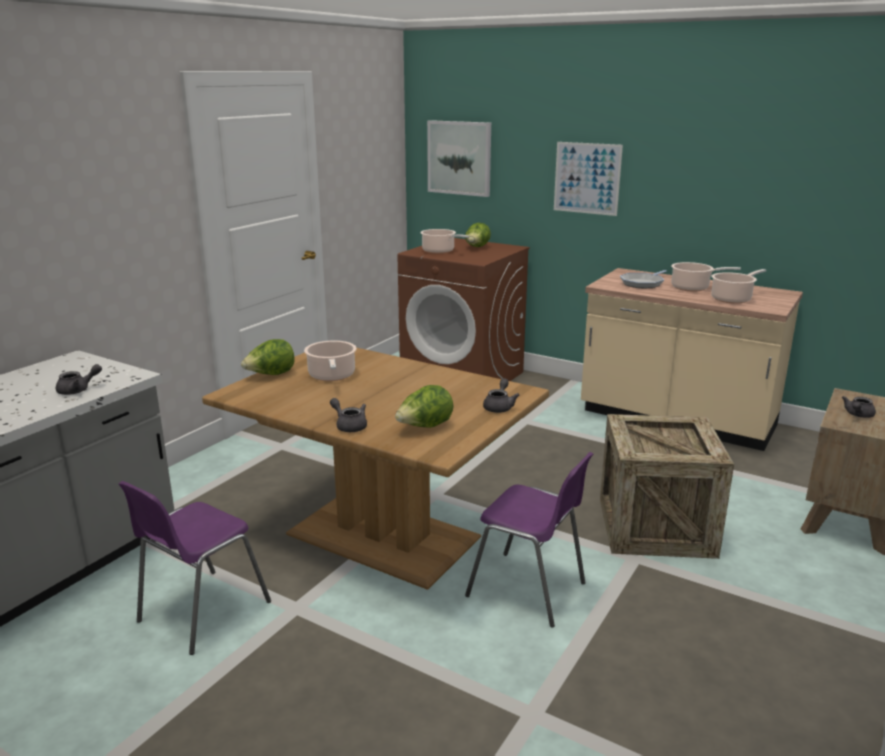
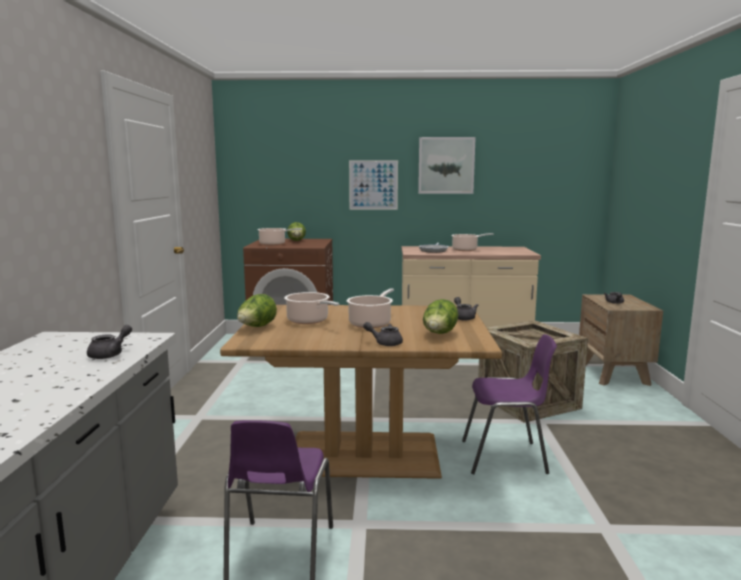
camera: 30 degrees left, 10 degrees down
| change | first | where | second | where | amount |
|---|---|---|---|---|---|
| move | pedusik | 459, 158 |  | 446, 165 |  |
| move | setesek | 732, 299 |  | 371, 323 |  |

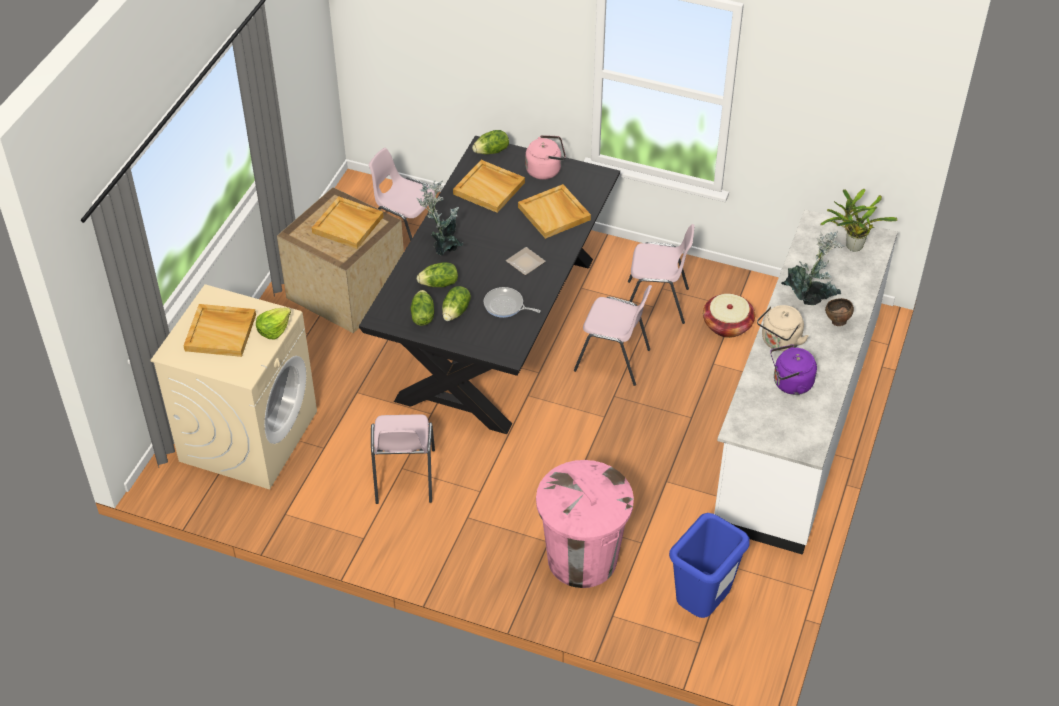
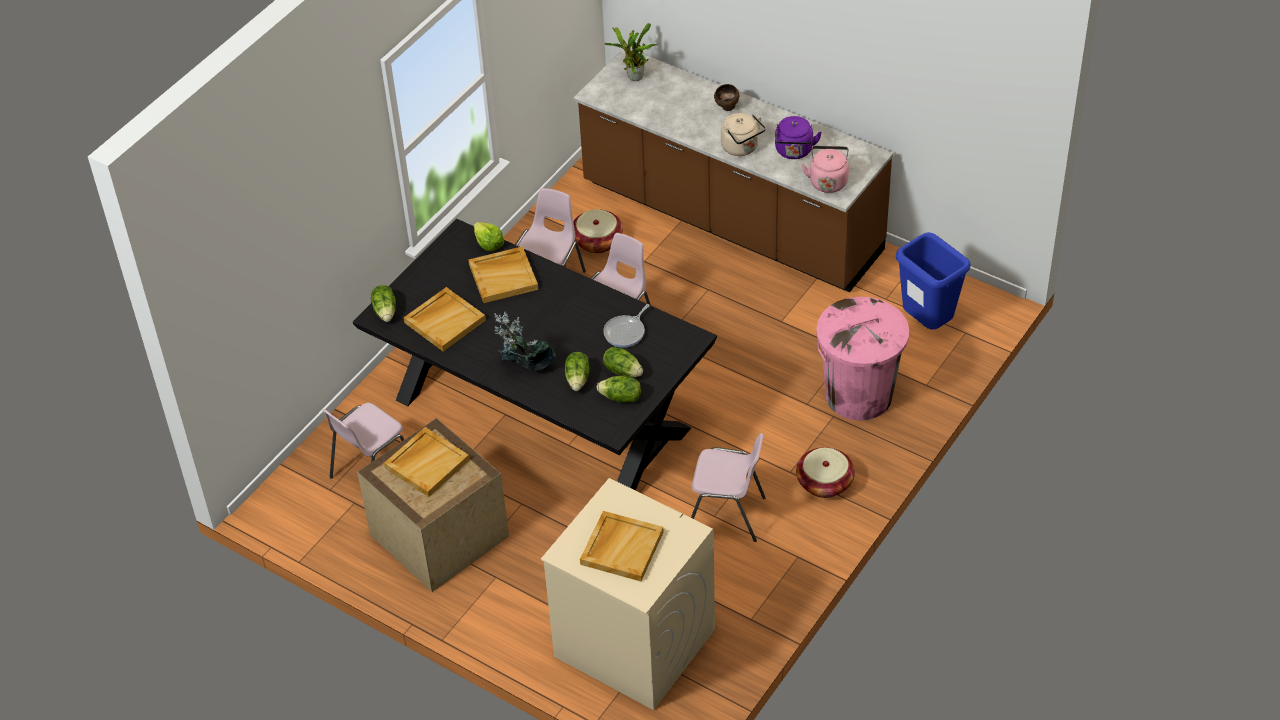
camera: 75 degrees left, 0 degrees up
| change | first | where | second | where | amount |
|---|---|---|---|---|---|
| move | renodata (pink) | 545, 170 |  | 828, 181 |  |
| recolor | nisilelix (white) | 795, 419 | nisilelix (brown) | 731, 220 |  |
| delete | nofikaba | 810, 298 |  |  |  |
| delete | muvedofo | 525, 261 |  |  |  |
| move | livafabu | 274, 330 |  | 488, 244 |  |
| insert |  |  | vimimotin | 824, 483 |  |

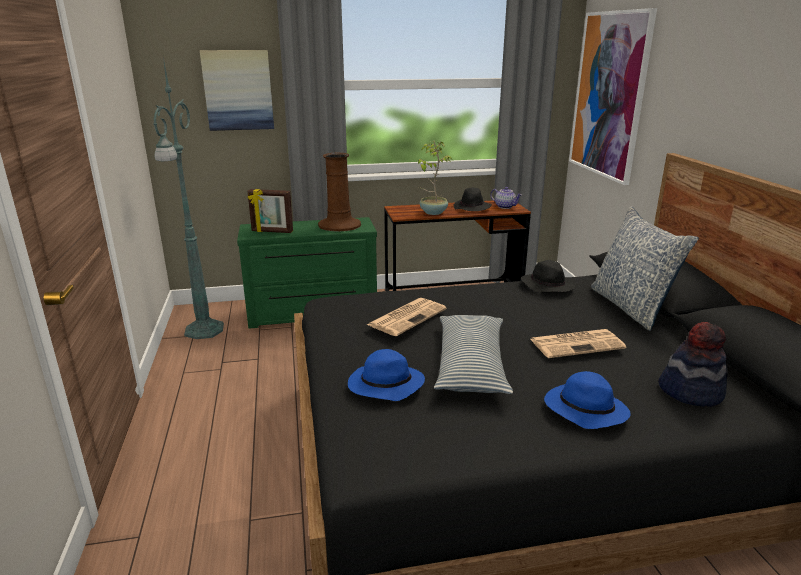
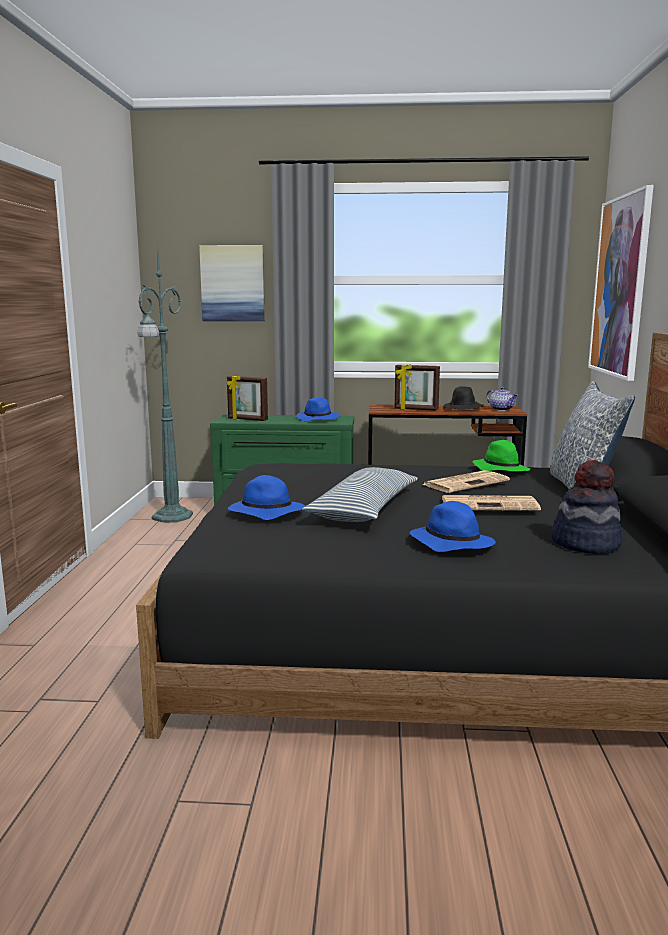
camera: 15 degrees right, 10 degrees down
| change | first | where | second | where | amount |
|---|---|---|---|---|---|
| replace | nofikaba | 432, 212 | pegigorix | 416, 409 |  |
| replace | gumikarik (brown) | 340, 225 | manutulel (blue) | 318, 419 |  |
| recolor | manutulel (black) | 546, 286 | manutulel (green) | 500, 470 |  |
| move | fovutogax | 407, 317 |  | 466, 483 |  |

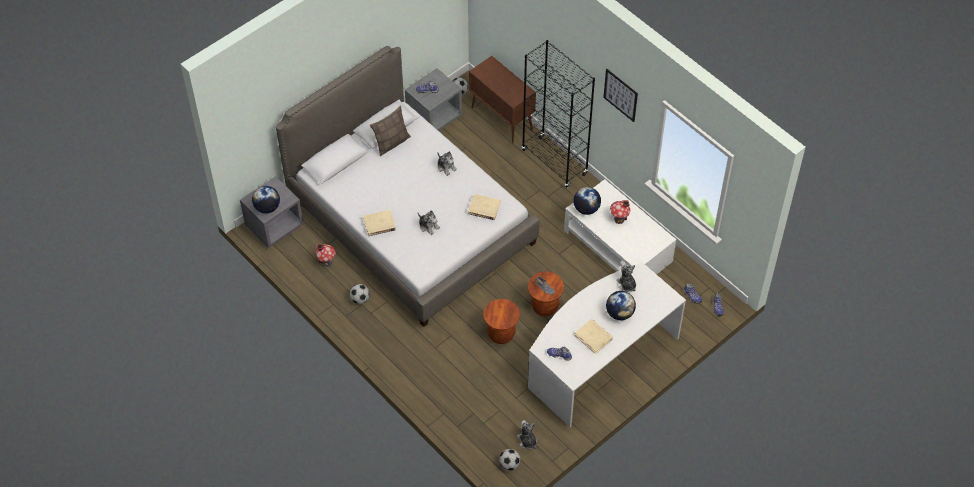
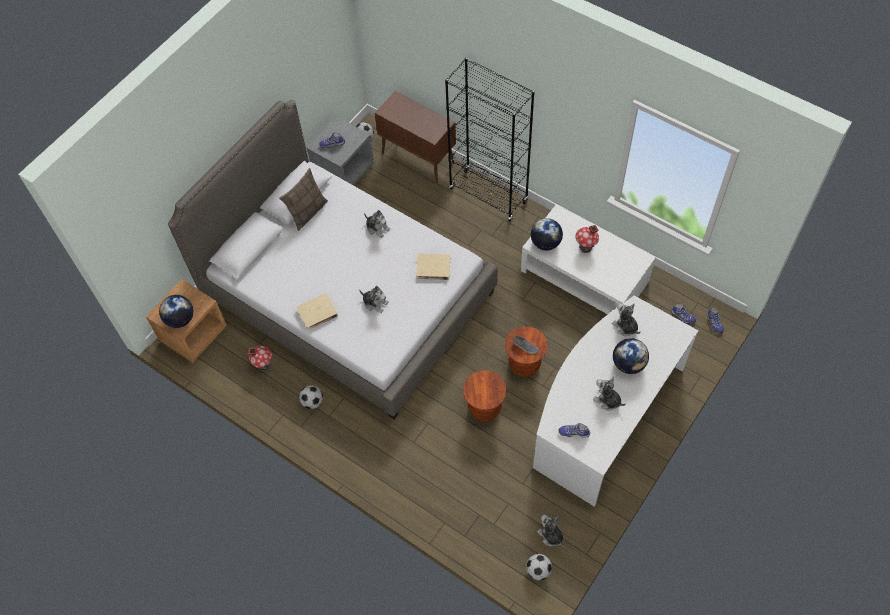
camera: 10 degrees left, 5 degrees up
| change | first | where | second | where | amount |
|---|---|---|---|---|---|
| delete | pedusik | 620, 95 |  |  |  |
| recolor | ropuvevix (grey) | 274, 225 | ropuvevix (brown) | 193, 334 |  |
| replace | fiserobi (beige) | 593, 337 | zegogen | 607, 400 |  |

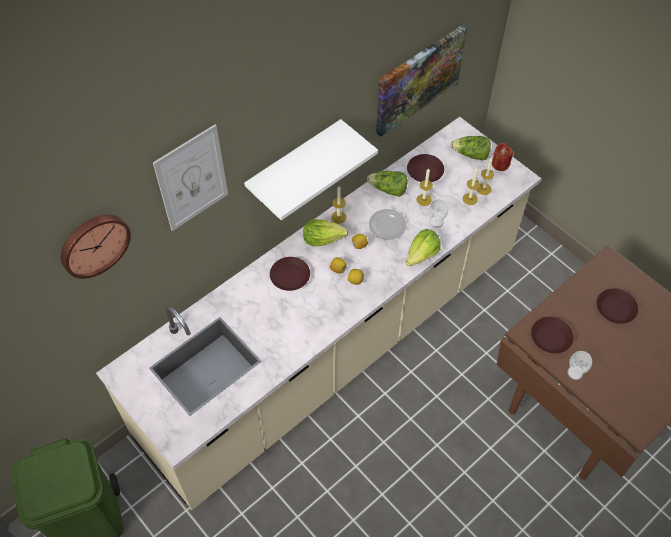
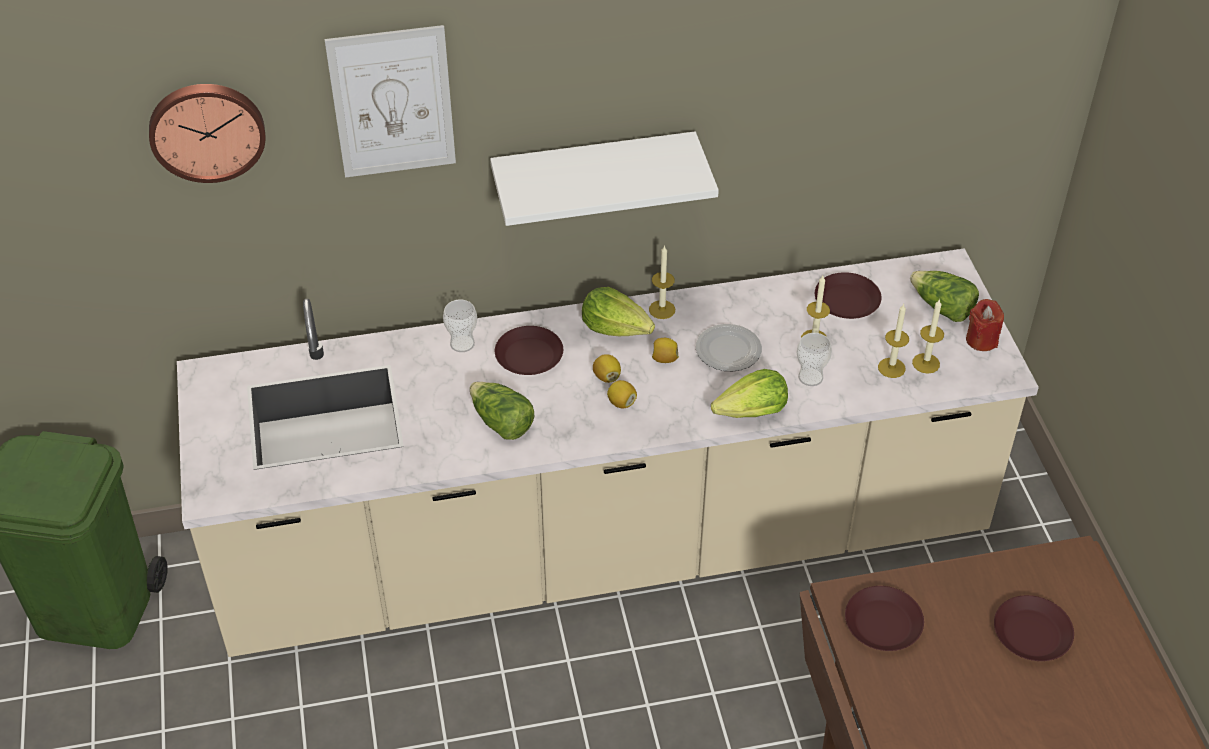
camera: 30 degrees right, 10 degrees down
| change | first | where | second | where | amount |
|---|---|---|---|---|---|
| delete | pedusik | 418, 79 |  |  |  |
| move | livafabu | 388, 189 |  | 501, 422 |  |
| move | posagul | 575, 373 |  | 462, 343 |  |

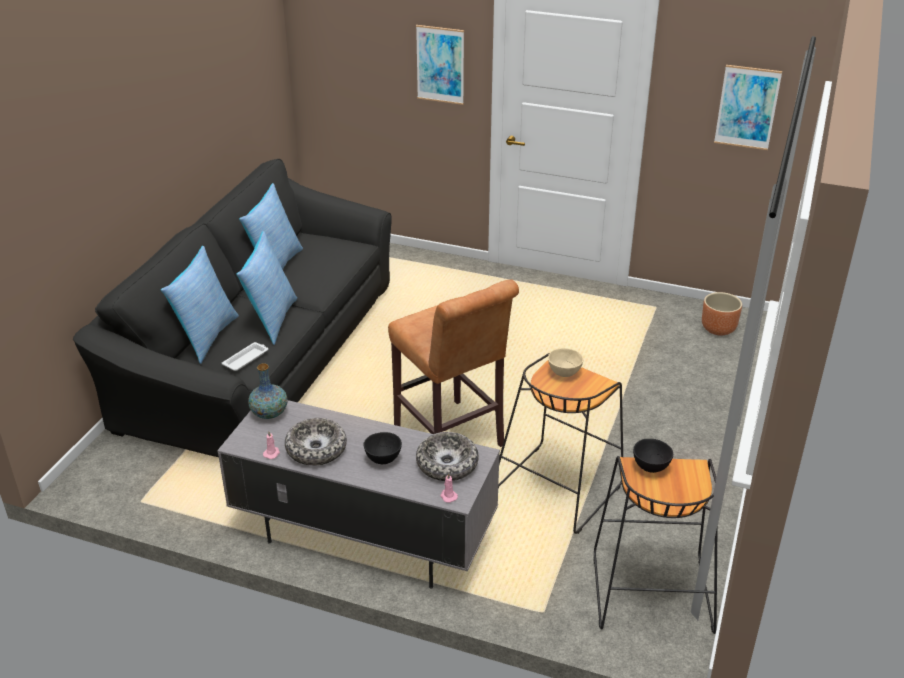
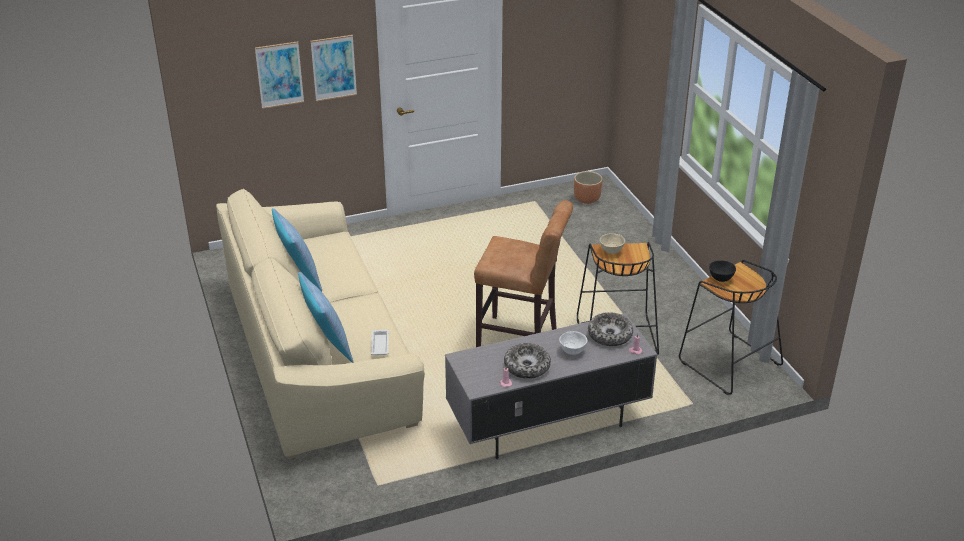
camera: 40 degrees left, 0 degrees up
| change | first | where | second | where | amount |
|---|---|---|---|---|---|
| move | pedusik | 747, 107 |  | 279, 75 |  |
| recolor | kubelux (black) | 262, 355 | kubelux (beige) | 319, 353 |  |
| delete | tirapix | 271, 320 |  |  |  |
| delete | gumikarik | 269, 413 |  |  |  |
| recolor | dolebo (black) | 382, 459 | dolebo (white) | 572, 351 |  |

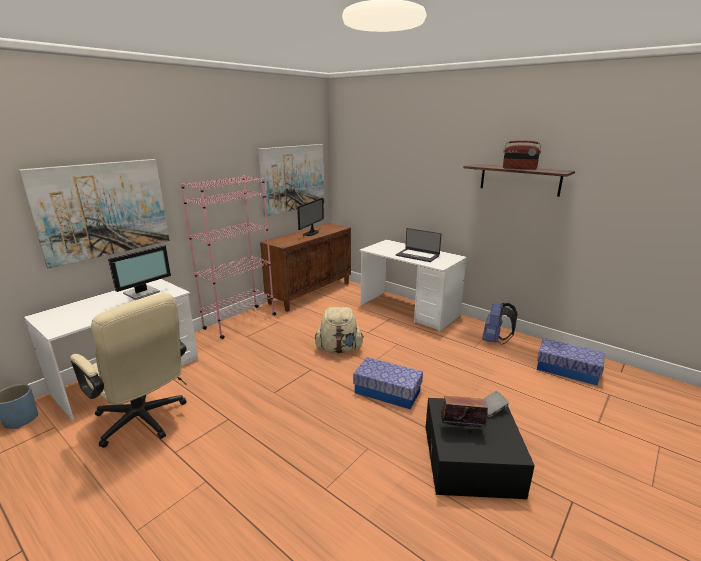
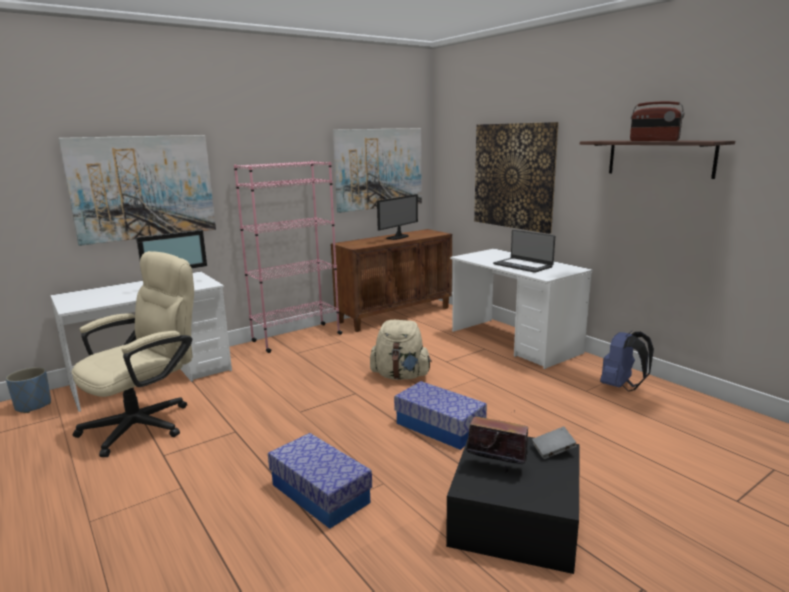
camera: 15 degrees right, 5 degrees down
| change | first | where | second | where | amount |
|---|---|---|---|---|---|
| rotate | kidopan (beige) | 144, 422 |  | 147, 423 | 105 degrees counterclockwise |
| move | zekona | 567, 370 |  | 320, 493 |  |
| insert |  |  | pedusik | 513, 176 |  |

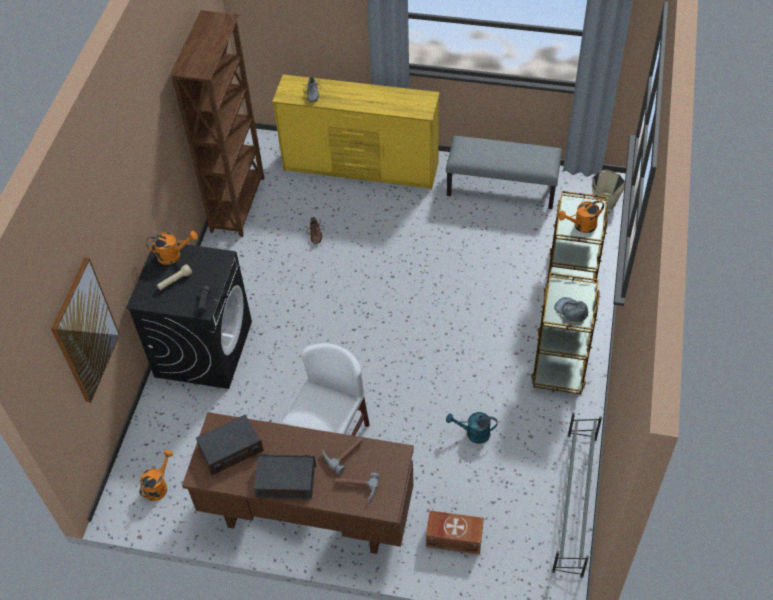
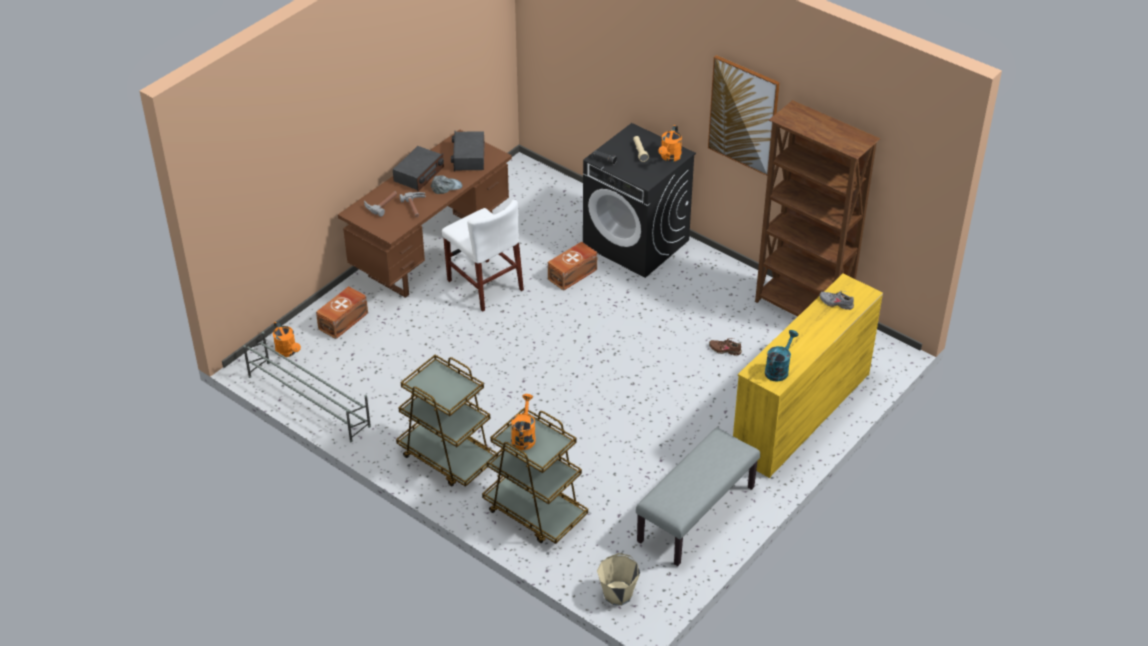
camera: 115 degrees right, 10 degrees down
| change | first | where | second | where | amount |
|---|---|---|---|---|---|
| move | pedusik | 85, 331 |  | 743, 115 |  |
| move | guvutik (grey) | 571, 310 |  | 446, 187 |  |
| move | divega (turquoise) | 473, 433 |  | 778, 369 |  |
| move | divega (orange) | 158, 486 |  | 288, 352 |  |
| insert |  |  | zekona (brown) | 573, 274 |  |

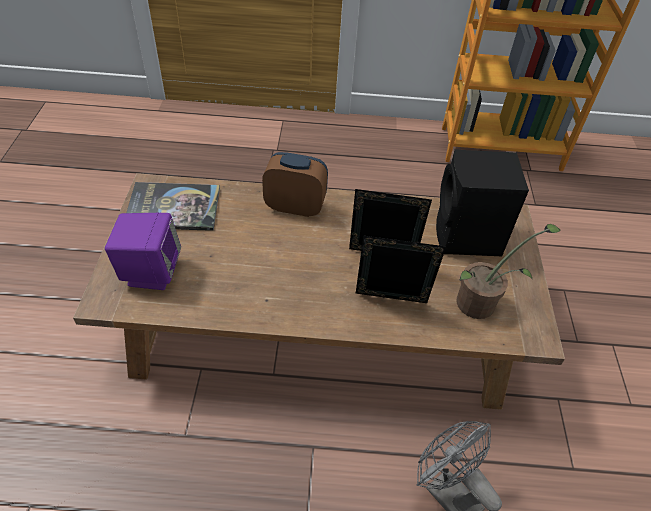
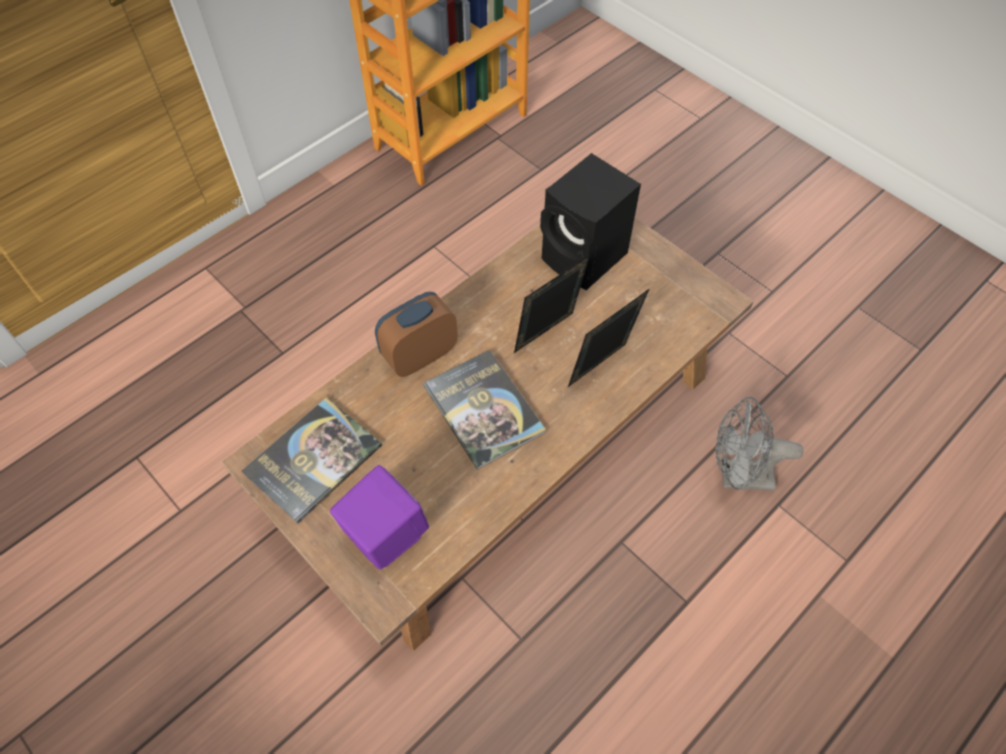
camera: 45 degrees left, 10 degrees up
| change | first | where | second | where | amount |
|---|---|---|---|---|---|
| delete | nofikaba | 482, 303 |  |  |  |
| insert |  |  | fiserobi | 483, 409 |  |

